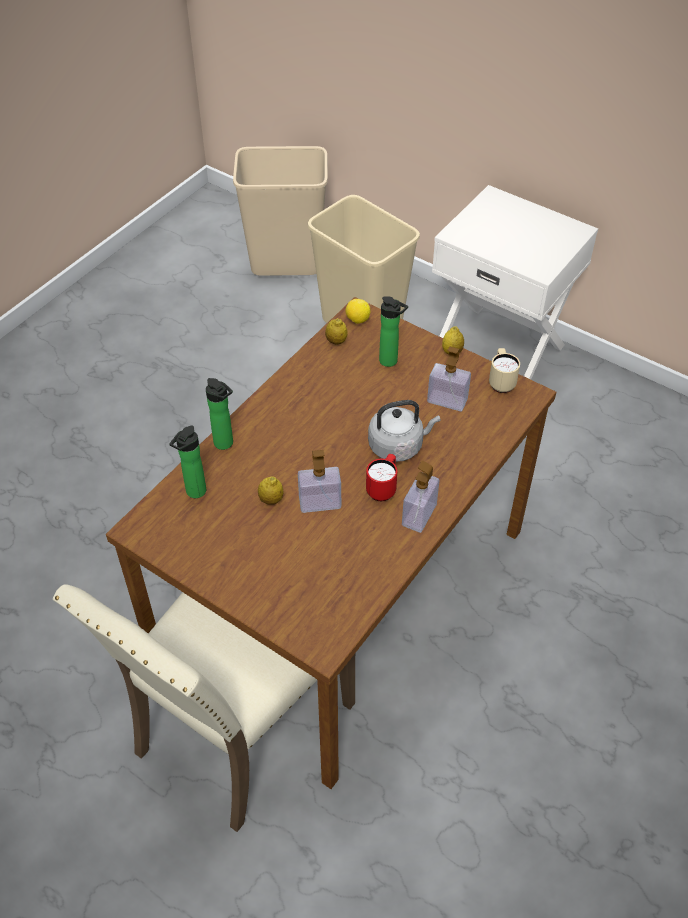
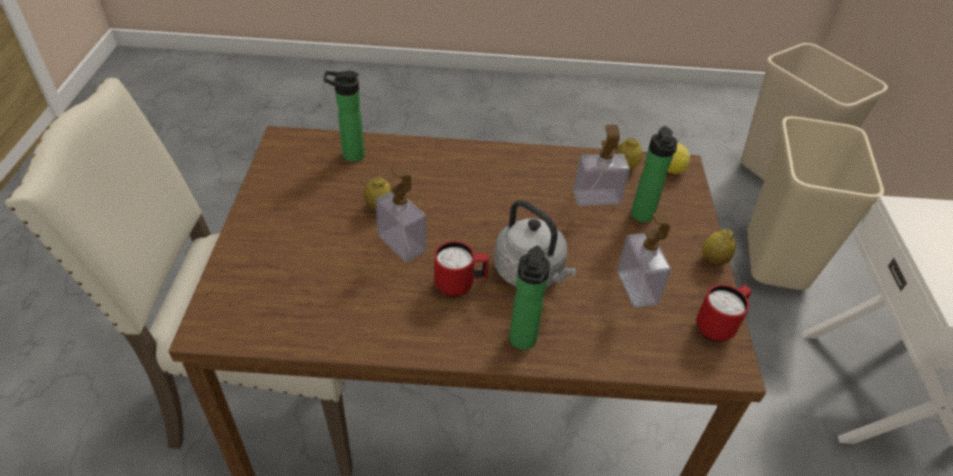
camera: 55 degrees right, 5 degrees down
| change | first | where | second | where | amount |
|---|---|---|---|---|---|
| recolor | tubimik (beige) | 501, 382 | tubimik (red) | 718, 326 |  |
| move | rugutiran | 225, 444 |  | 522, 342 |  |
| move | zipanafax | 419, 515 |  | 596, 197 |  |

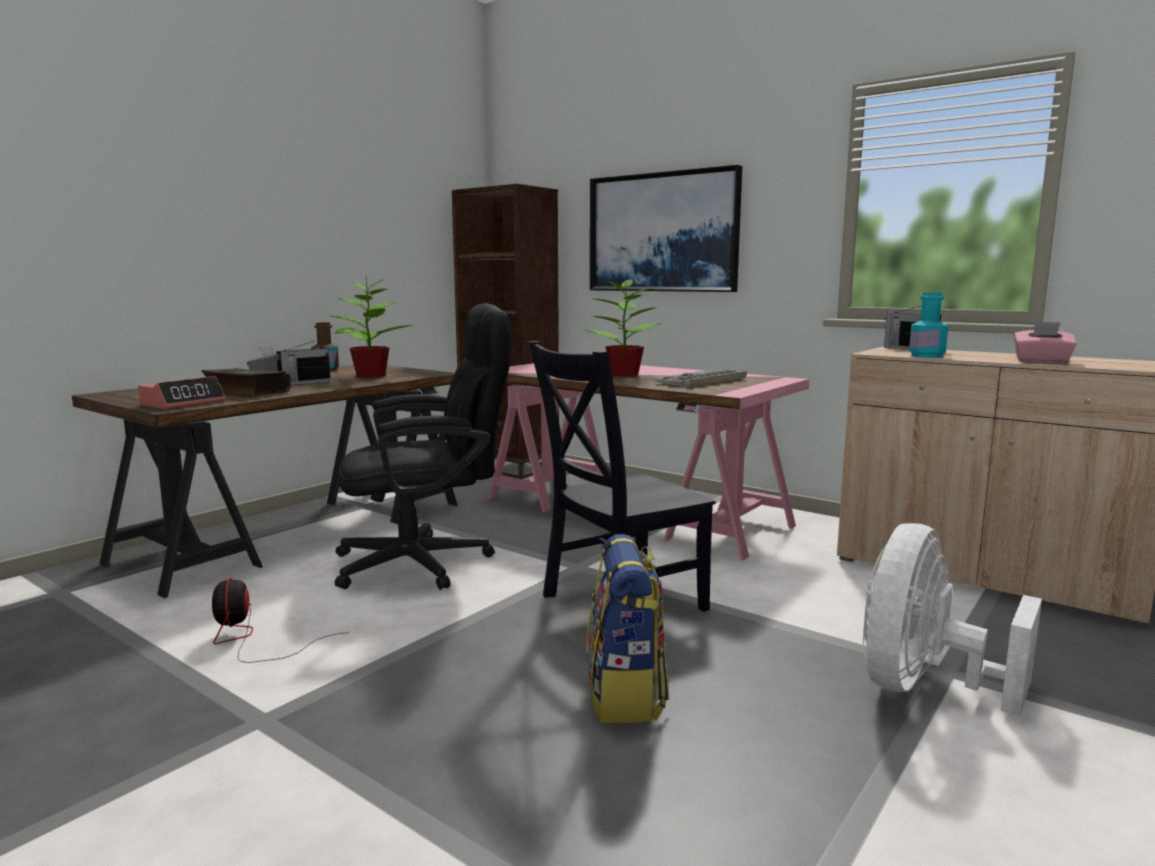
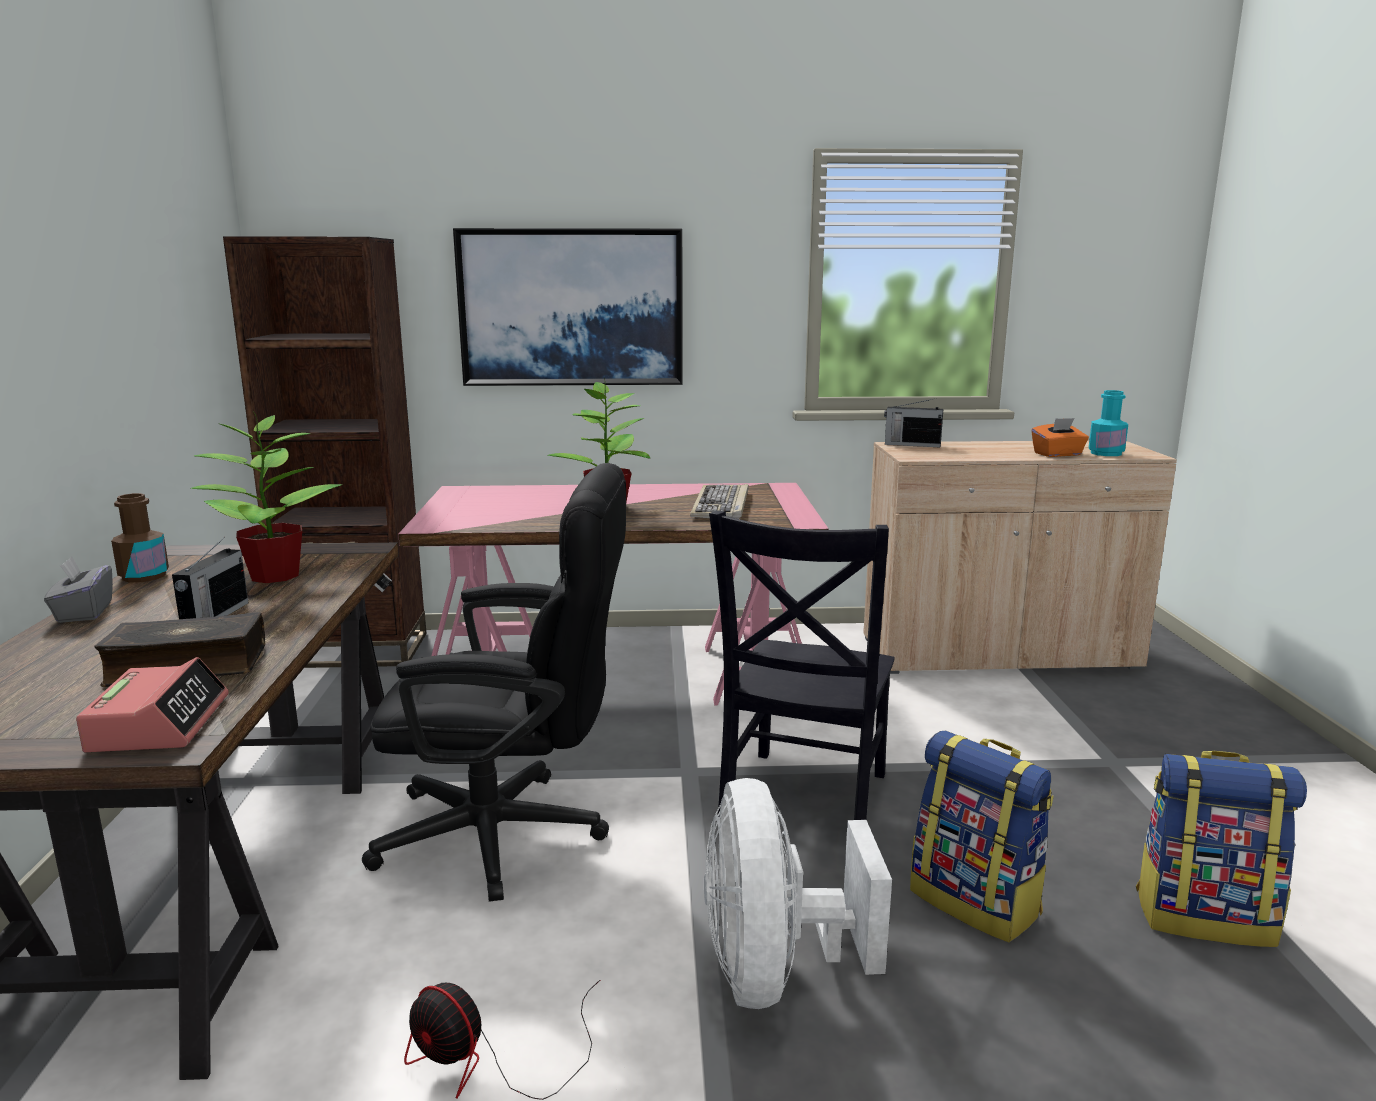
camera: 40 degrees left, 5 degrees up
| change | first | where | second | where | amount |
|---|---|---|---|---|---|
| move | rugutiran (turquoise) | 926, 356 |  | 1105, 453 |  |
| rotate | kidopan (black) | 428, 562 |  | 512, 835 | 60 degrees clockwise |
| recolor | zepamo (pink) | 1041, 362 | zepamo (orange) | 1058, 454 |  |
| move | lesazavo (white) | 923, 687 |  | 774, 972 |  |
| insert |  |  | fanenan | 1205, 917 |  |

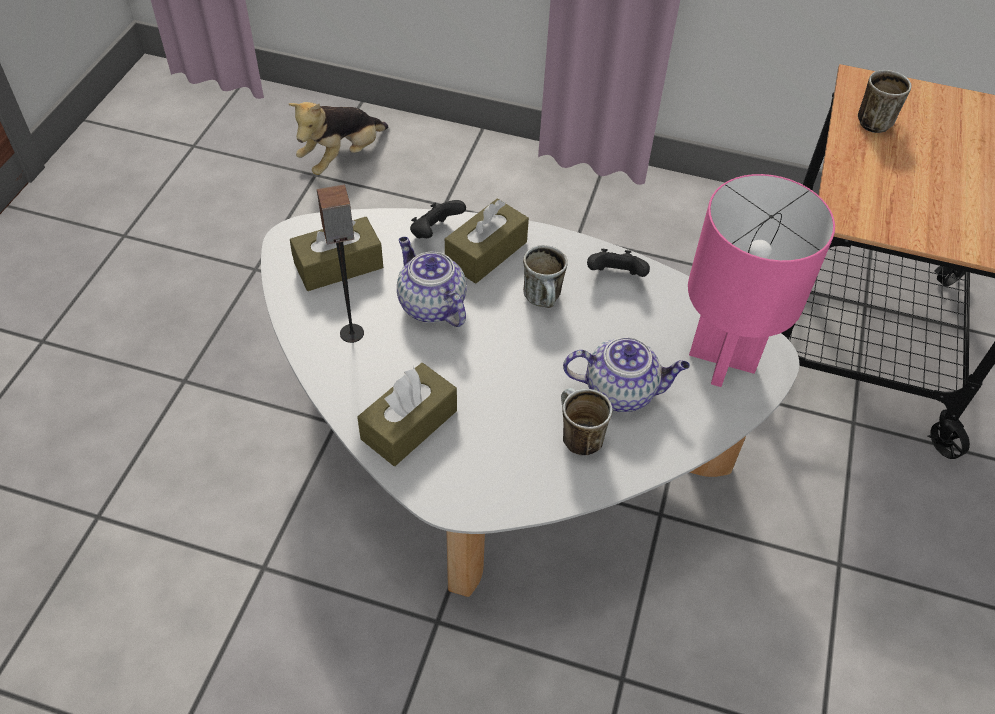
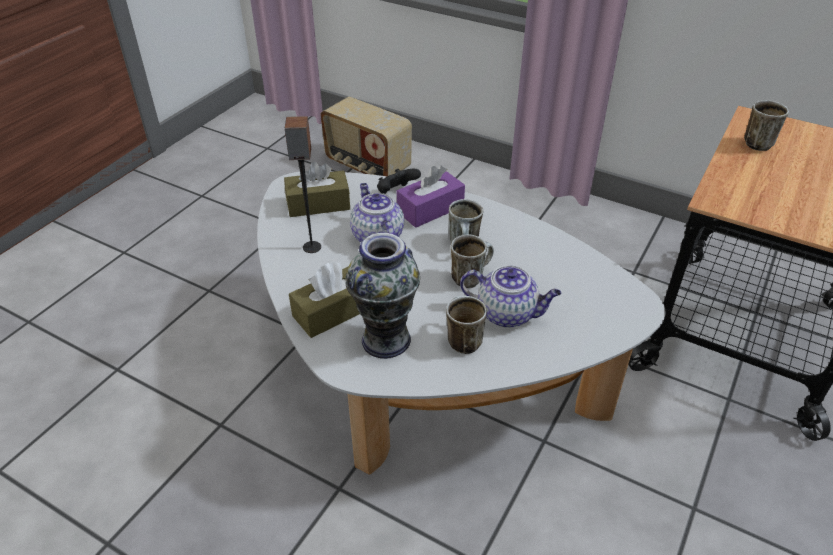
camera: 15 degrees right, 10 degrees down
| change | first | where | second | where | amount |
|---|---|---|---|---|---|
| replace | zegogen | 342, 157 | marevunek | 367, 166 |  |
| delete | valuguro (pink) | 721, 359 |  |  |  |
| recolor | zepamo (brown) | 486, 252 | zepamo (purple) | 430, 209 |  |
| delete | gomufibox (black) | 615, 277 |  |  |  |
| insert |  |  | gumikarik | 386, 340 |  |
| insert |  |  | tubimik | 470, 277 |  |

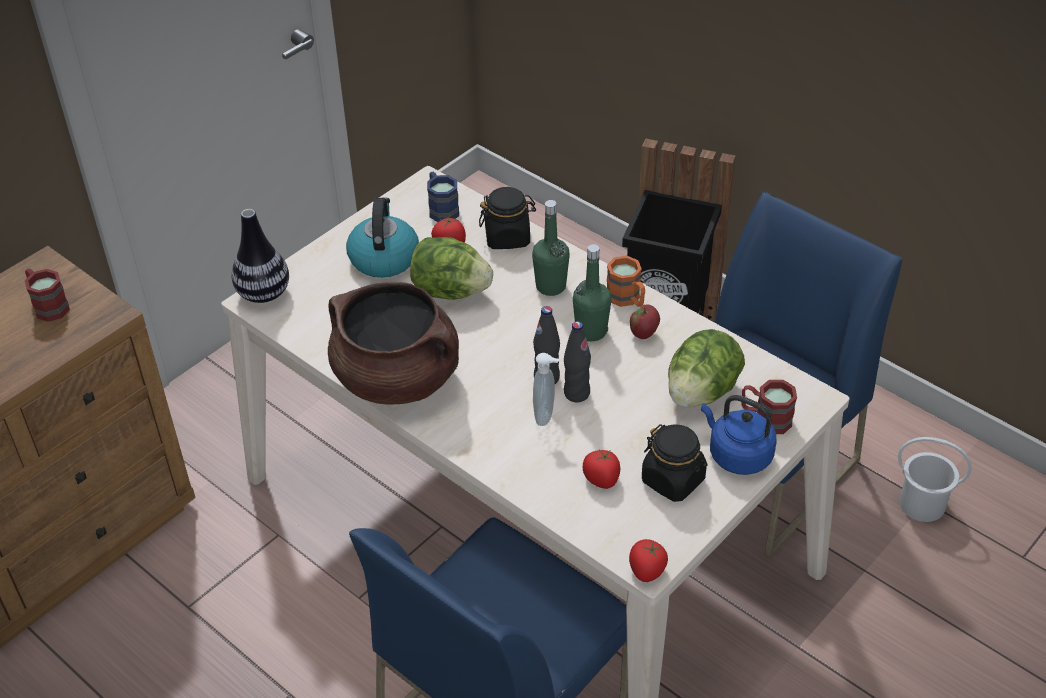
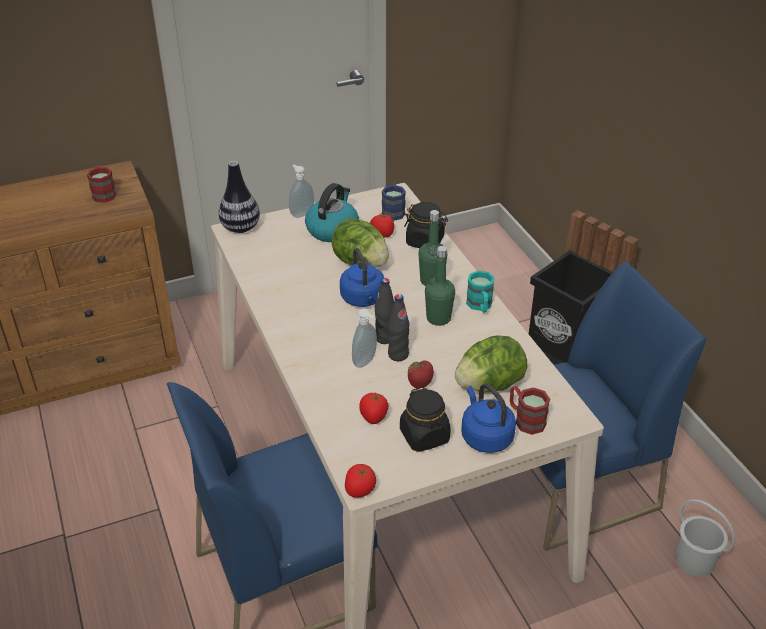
camera: 25 degrees right, 5 degrees down
| change | first | where | second | where | amount |
|---|---|---|---|---|---|
| recolor | tubimik (orange) | 627, 299 | tubimik (turquoise) | 480, 306 |  |
| delete | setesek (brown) | 398, 378 |  |  |  |
| move | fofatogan | 644, 334 |  | 420, 385 |  |
| insert |  |  | zipanafax | 301, 213 |  |
| insert |  |  | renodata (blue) | 363, 299 |  |

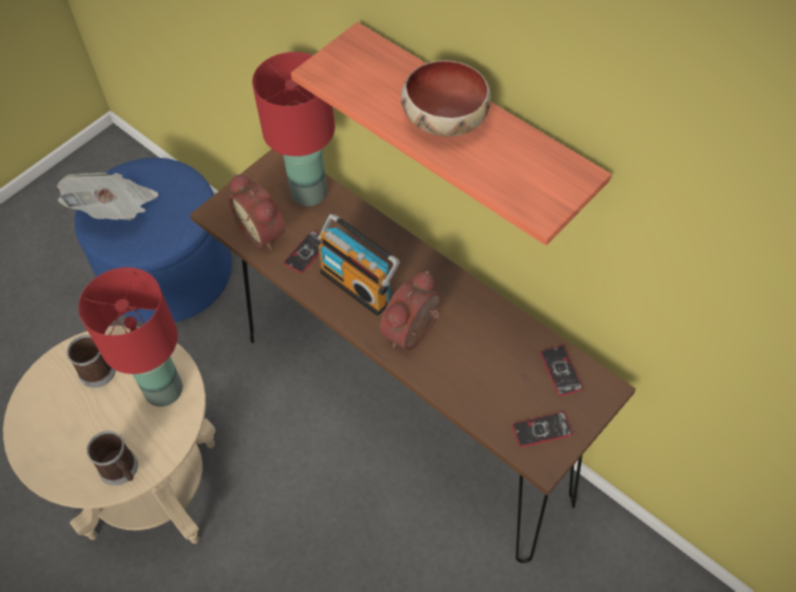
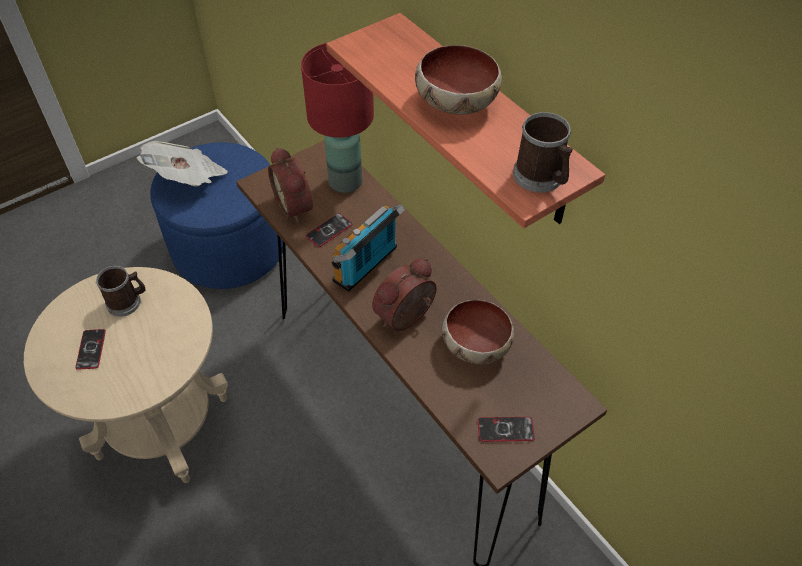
camera: 10 degrees right, 5 degrees down
| change | first | where | second | where | amount |
|---|---|---|---|---|---|
| rotate | marevunek | 359, 284 |  | 368, 266 | 75 degrees clockwise |
| delete | valuguro (red) | 162, 390 |  |  |  |
| move | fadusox | 561, 371 |  | 91, 349 |  |
| move | tubimik | 121, 470 |  | 542, 178 |  |
| insert |  |  | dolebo | 474, 344 |  |

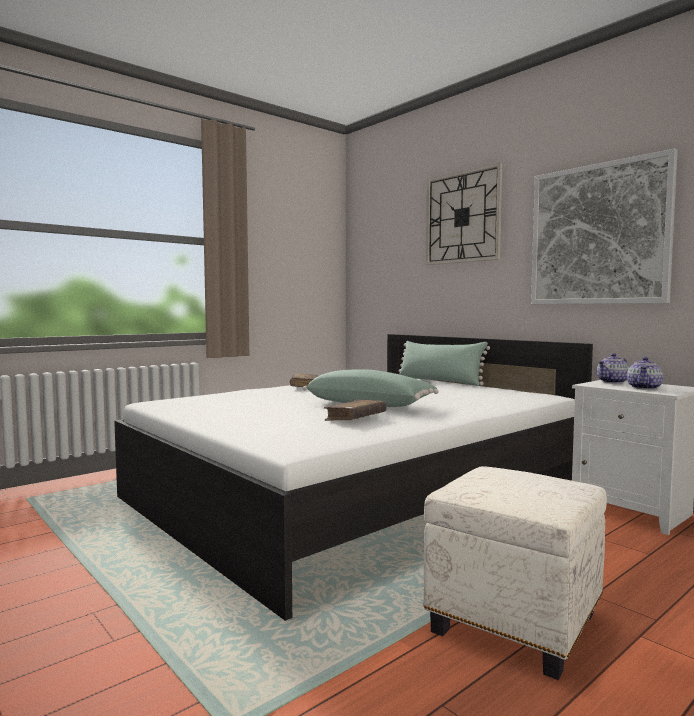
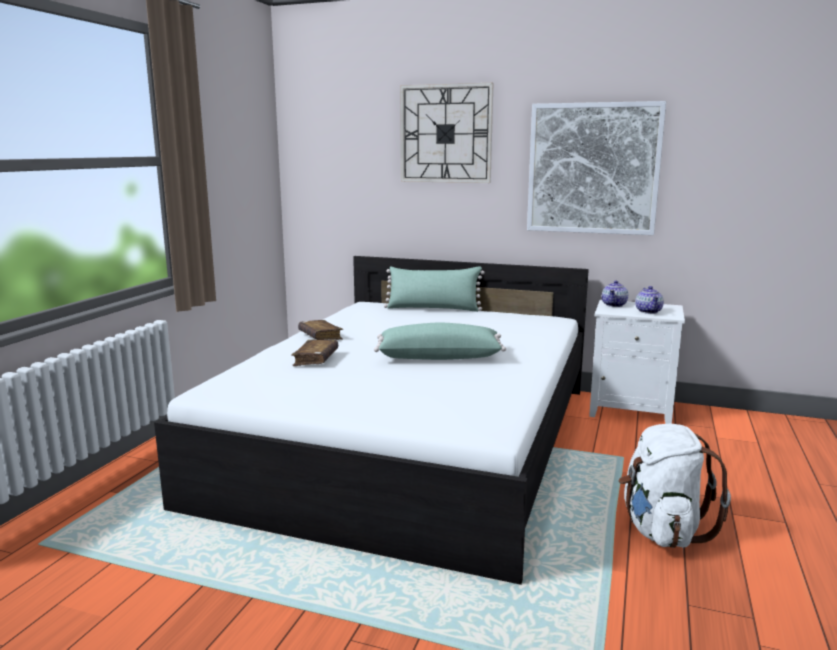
camera: 30 degrees left, 10 degrees up
| change | first | where | second | where | amount |
|---|---|---|---|---|---|
| move | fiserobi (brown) | 355, 418 |  | 315, 359 |  |
| replace | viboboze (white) | 515, 624 | fanenan (white) | 662, 530 |  |

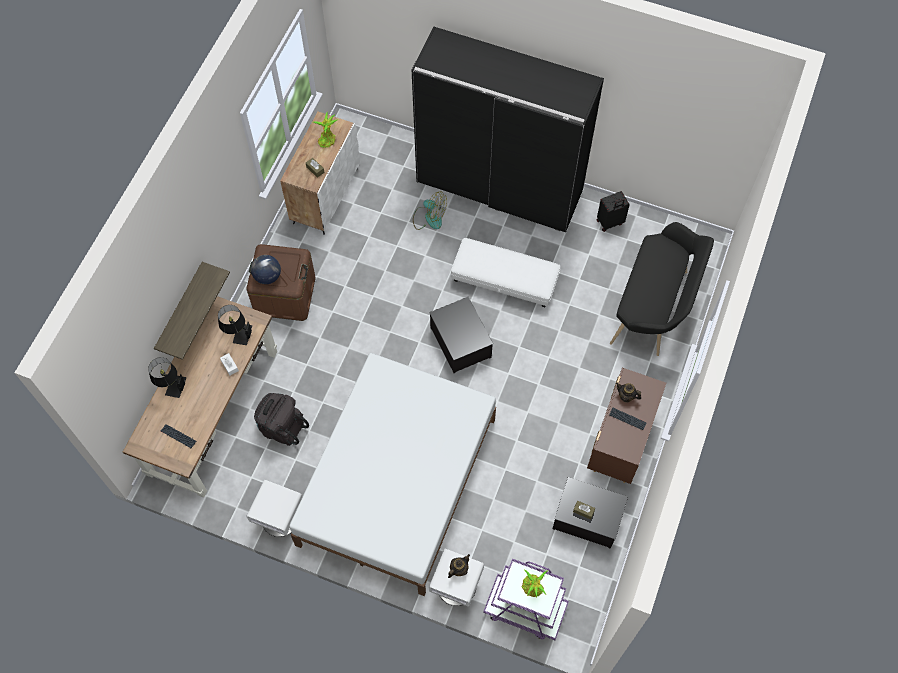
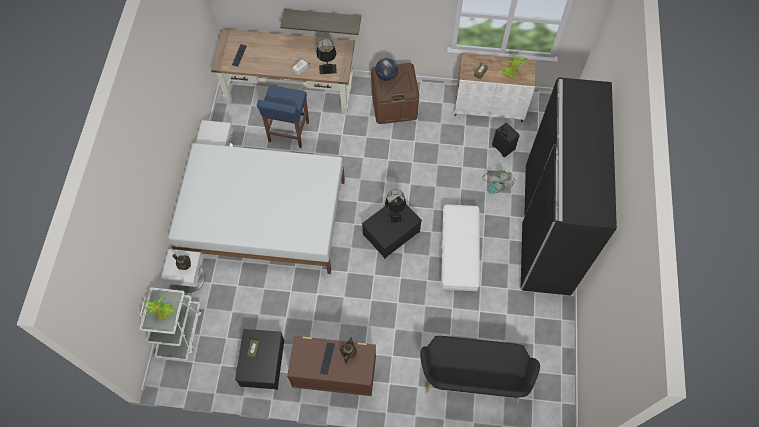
camera: 75 degrees right, 0 degrees up
| change | first | where | second | where | amount |
|---|---|---|---|---|---|
| move | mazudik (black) | 610, 223 |  | 502, 149 |  |
| move | valuguro (black) | 170, 385 |  | 395, 213 |  |
| replace | fanenan (black) | 281, 427 | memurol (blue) | 288, 132 |  |
| recolor | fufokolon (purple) | 525, 609 | fufokolon (white) | 179, 331 |  |

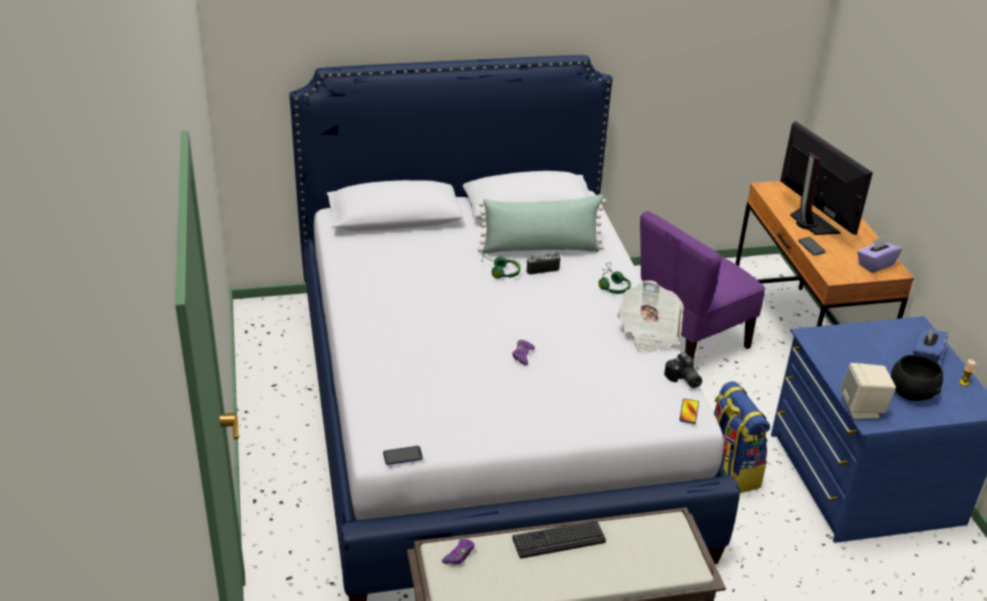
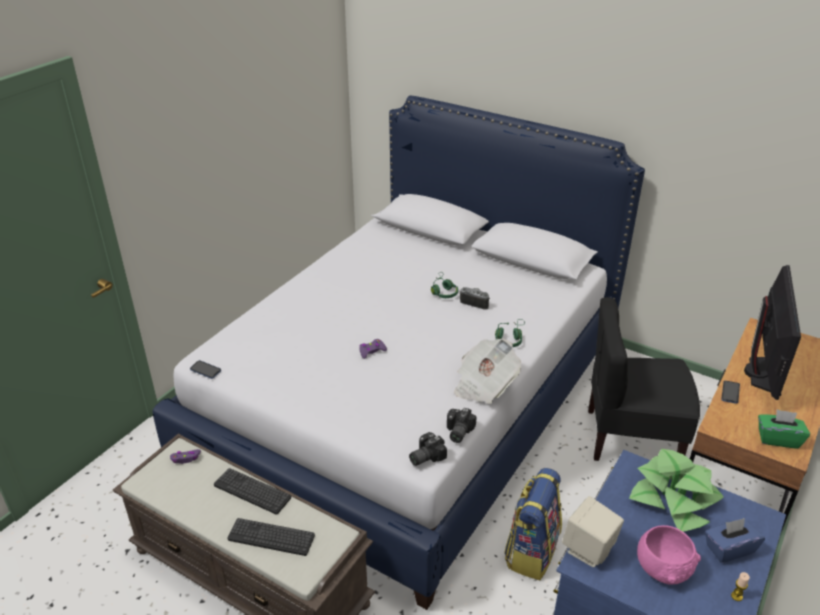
camera: 45 degrees right, 0 degrees up
| change | first | where | second | where | amount |
|---|---|---|---|---|---|
| delete | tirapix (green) | 540, 248 |  |  |  |
| recolor | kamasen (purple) | 690, 342 | kamasen (black) | 631, 438 |  |
| recolor | zepamo (purple) | 875, 264 | zepamo (green) | 778, 439 |  |
| recolor | dolebo (black) | 912, 392 | dolebo (pink) | 663, 569 |  |
| replace | fadusox | 689, 411 | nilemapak | 425, 456 |  |
| insert |  |  | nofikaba | 674, 498 |  |
| insert |  |  | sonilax | 271, 537 |  |

